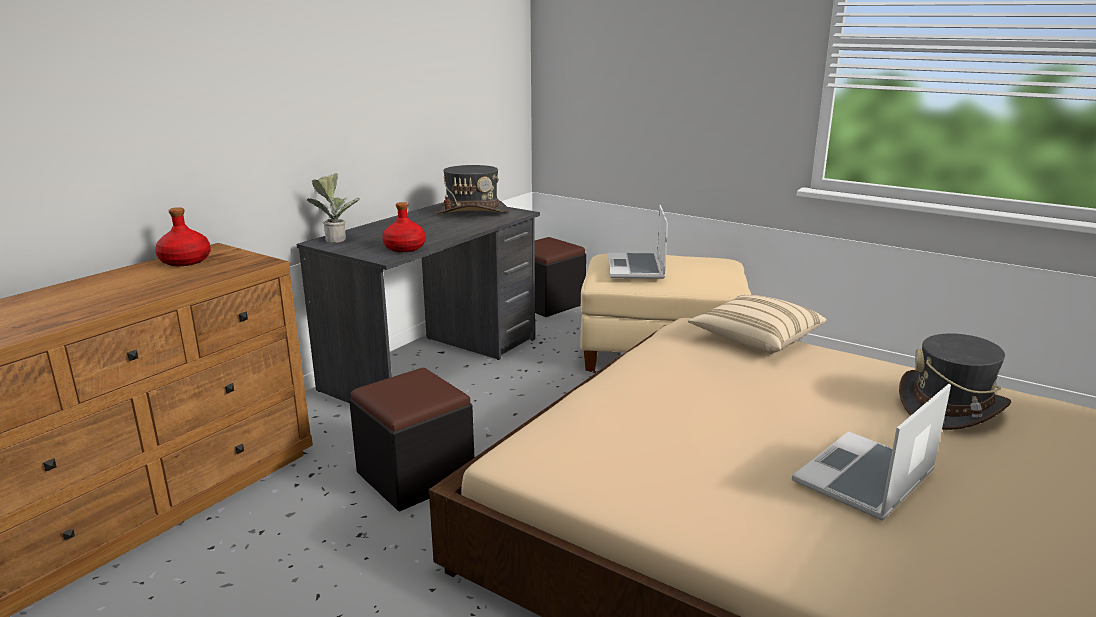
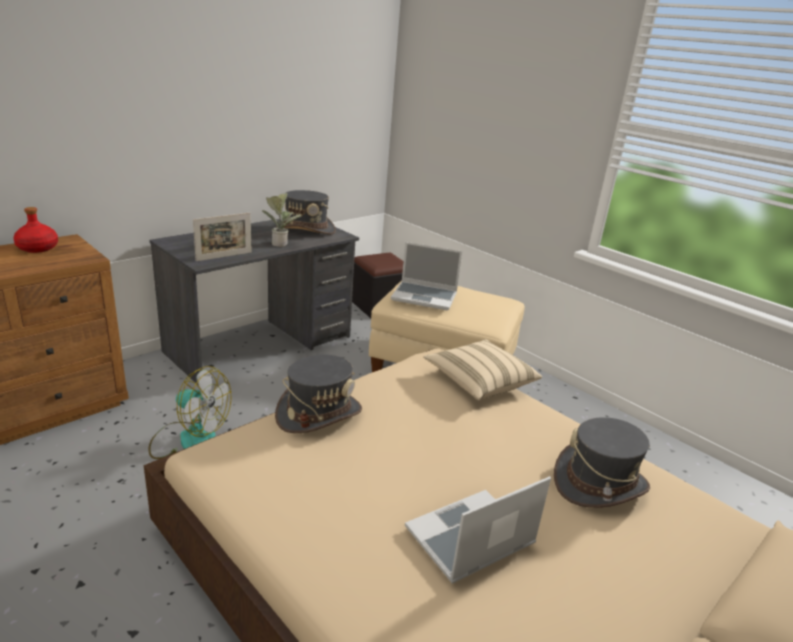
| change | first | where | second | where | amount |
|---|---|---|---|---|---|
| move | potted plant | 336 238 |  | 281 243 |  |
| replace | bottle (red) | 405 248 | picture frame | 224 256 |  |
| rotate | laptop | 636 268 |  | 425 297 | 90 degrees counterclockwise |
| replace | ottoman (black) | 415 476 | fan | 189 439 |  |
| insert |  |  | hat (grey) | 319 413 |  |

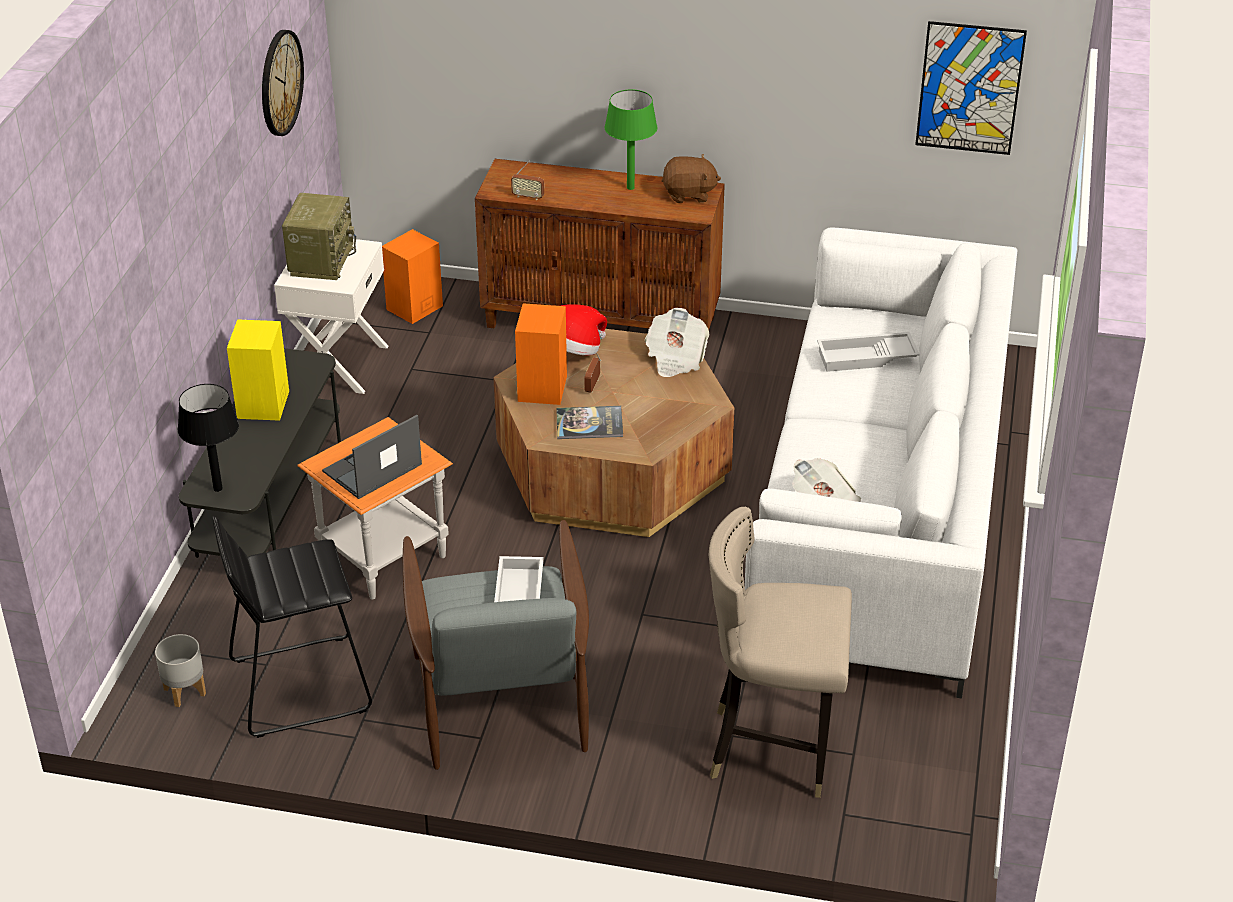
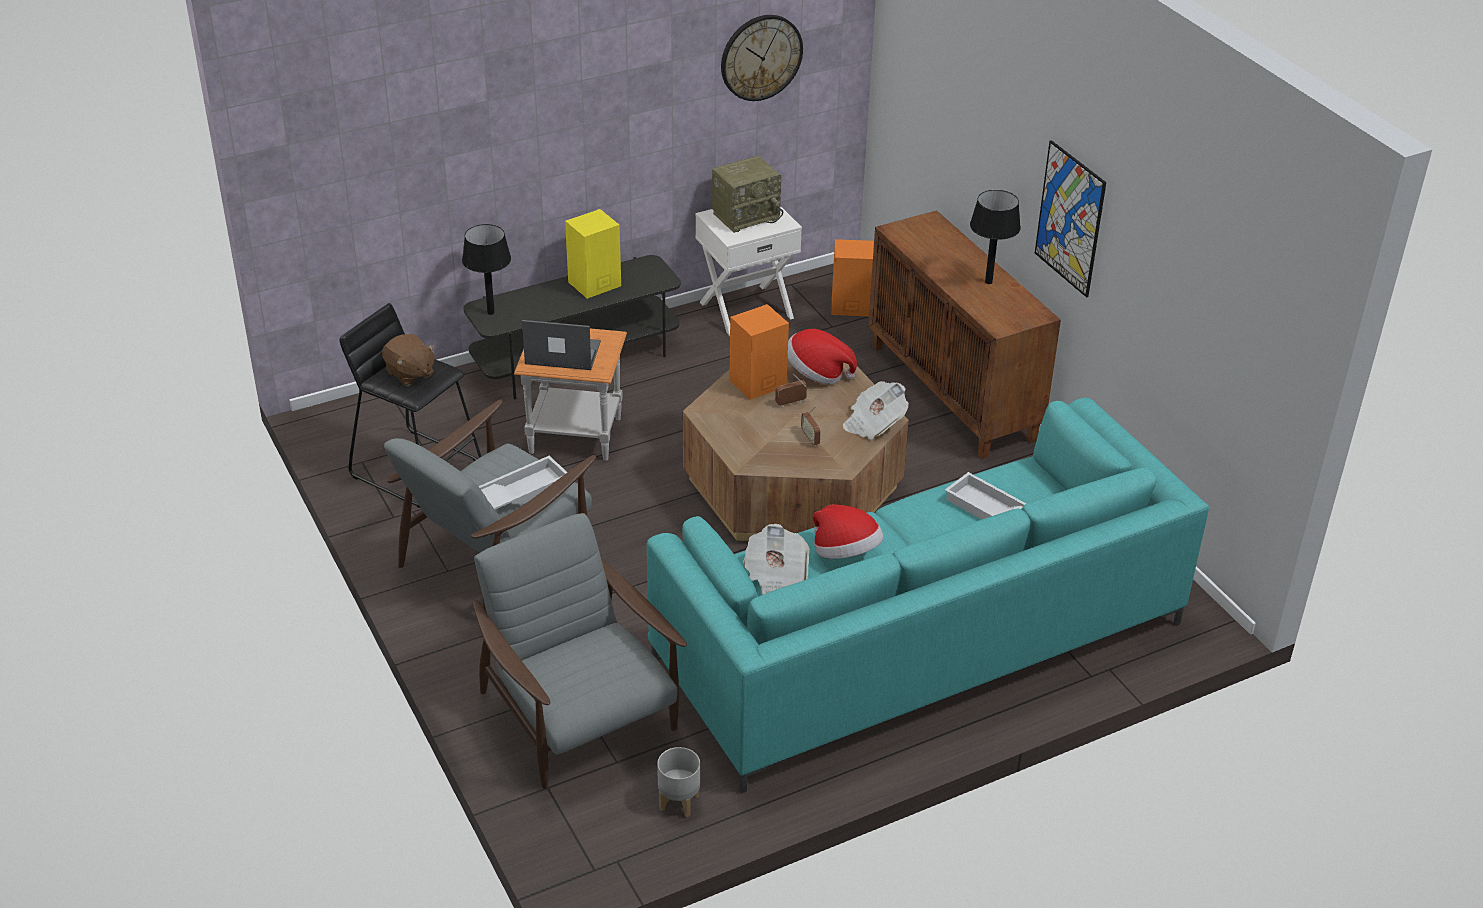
| change | first | where | second | where | amount |
|---|---|---|---|---|---|
| move | picture | 969 88 |  | 1070 218 |  |
| recolor | table lamp (green) | 631 187 | table lamp (black) | 988 282 |  |
| move | plush toy (brown) | 689 194 |  | 410 374 |  |
| move | radio | 528 196 |  | 810 438 |  |
| recolor | sofa (white) | 881 506 | sofa (turquoise) | 918 641 |  |
| delete | book | 589 424 |  |  |  |
| replace | stool (beige) | 772 748 | armchair (grey) | 579 716 |  |
| move | planter (grey) | 185 692 |  | 678 802 |  |
| insert |  |  | hat | 845 553 |  |

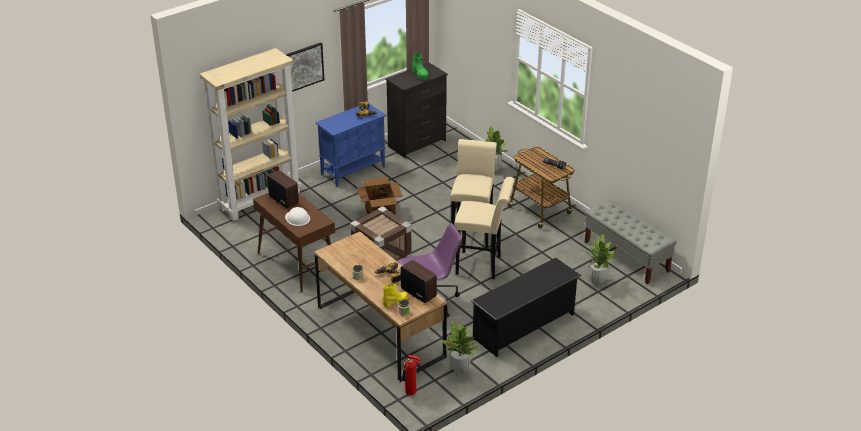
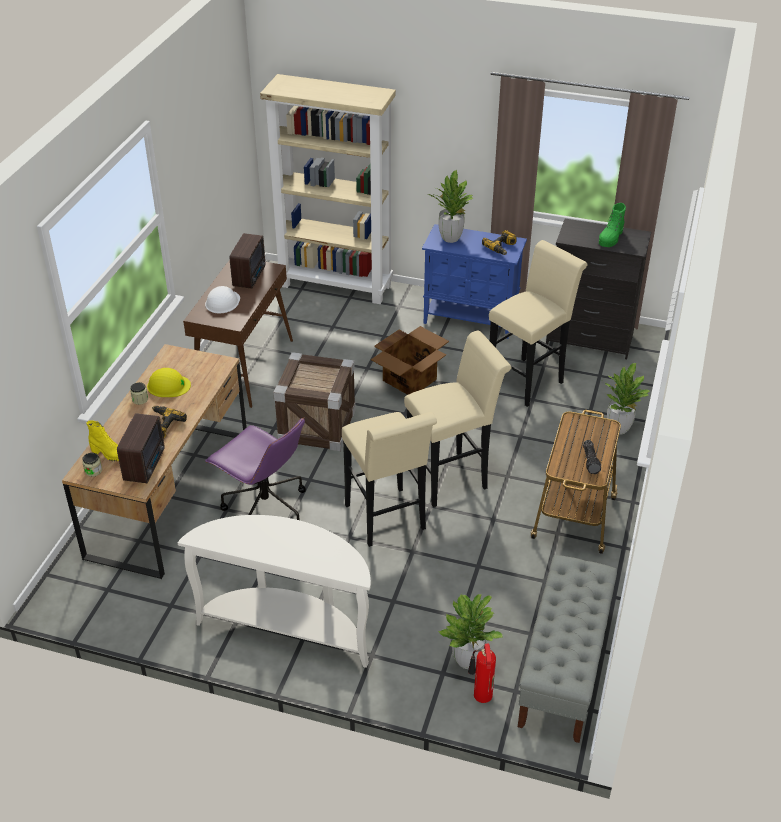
| change | first | where | second | where | amount |
|---|---|---|---|---|---|
| delete | picture | 304 66 |  |  |  |
| replace | shoe rack (black) | 524 326 | console table (white) | 289 627 |  |
| move | potted plant | 459 369 |  | 450 238 |  |
| move | fire extinguisher | 410 392 |  | 481 696 |  |
| insert |  |  | stool (beige) | 529 379 |  |
| insert |  |  | hard hat (yellow) | 168 385 |  |

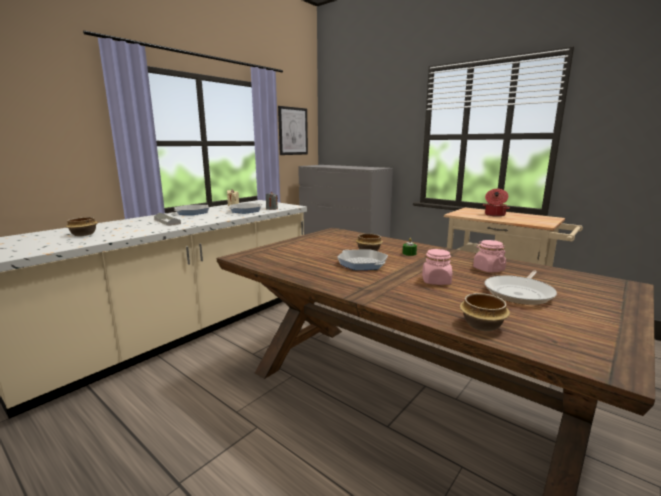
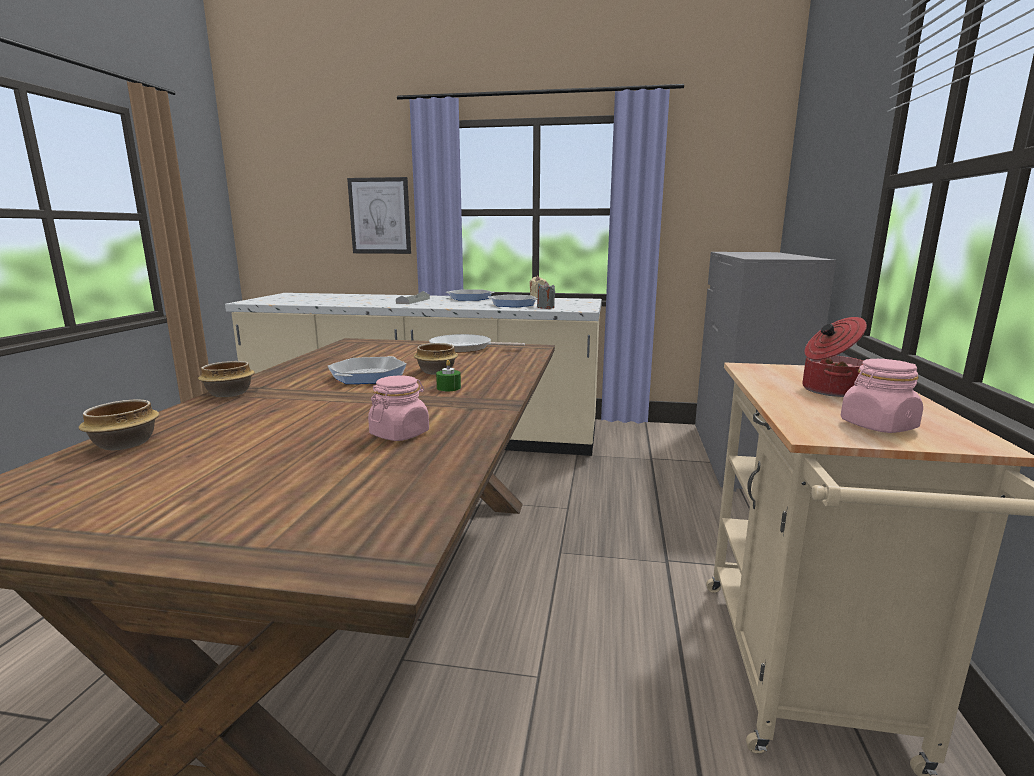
| change | first | where | second | where | amount |
|---|---|---|---|---|---|
| move | picture | 293 131 |  | 380 216 |  |
| move | bowl | 84 234 |  | 229 394 |  |
| move | jar (pink) | 436 281 |  | 877 426 |  |
| move | frying pan | 520 293 |  | 464 348 |  |

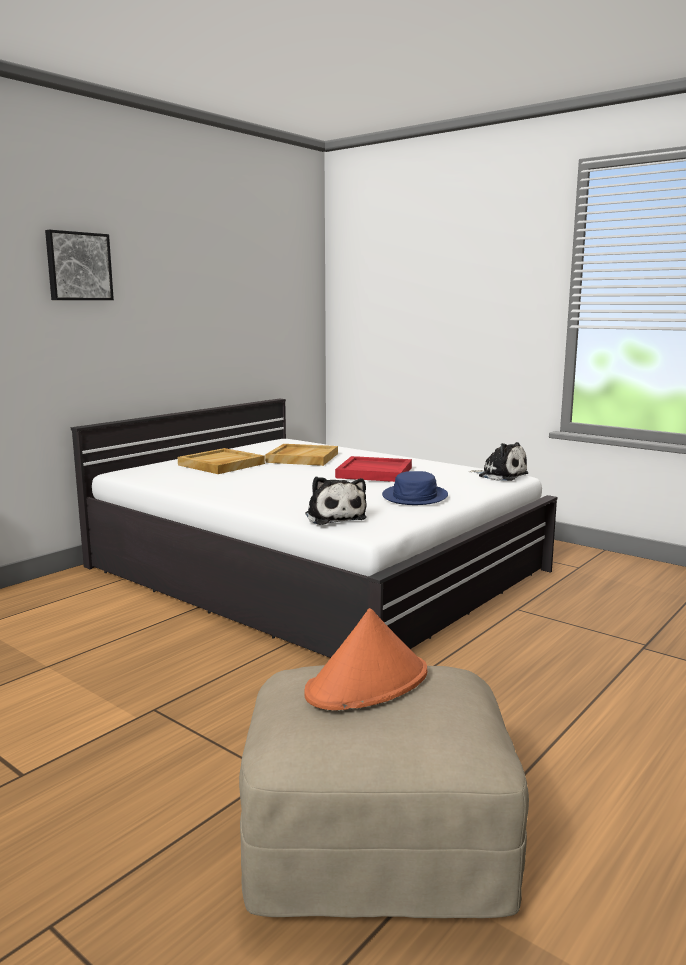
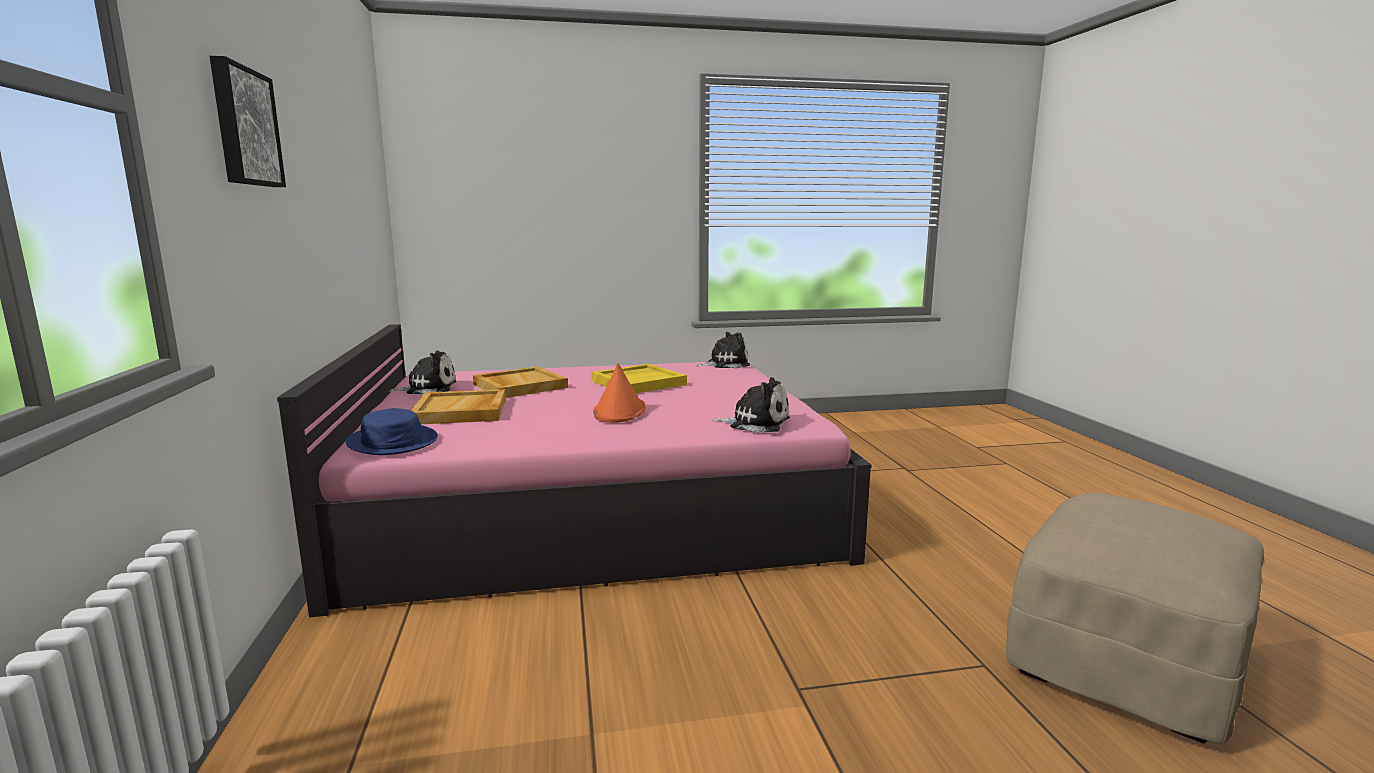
| change | first | where | second | where | amount |
|---|---|---|---|---|---|
| recolor | bed (white) | 314 569 | bed (pink) | 592 505 |  |
| recolor | tray (red) | 375 472 | tray (yellow) | 638 382 |  |
| move | hat (blue) | 415 496 |  | 393 441 |  |
| move | hat (orange) | 368 683 |  | 619 411 |  |
| insert |  |  | plush toy | 428 389 |  |

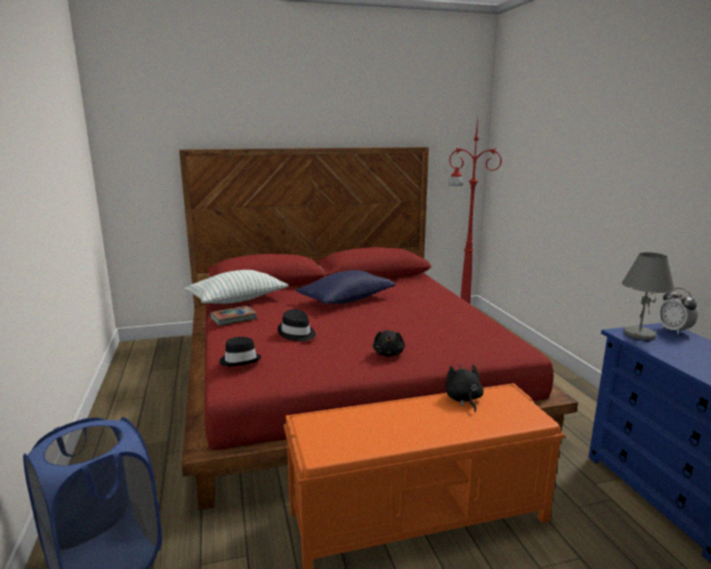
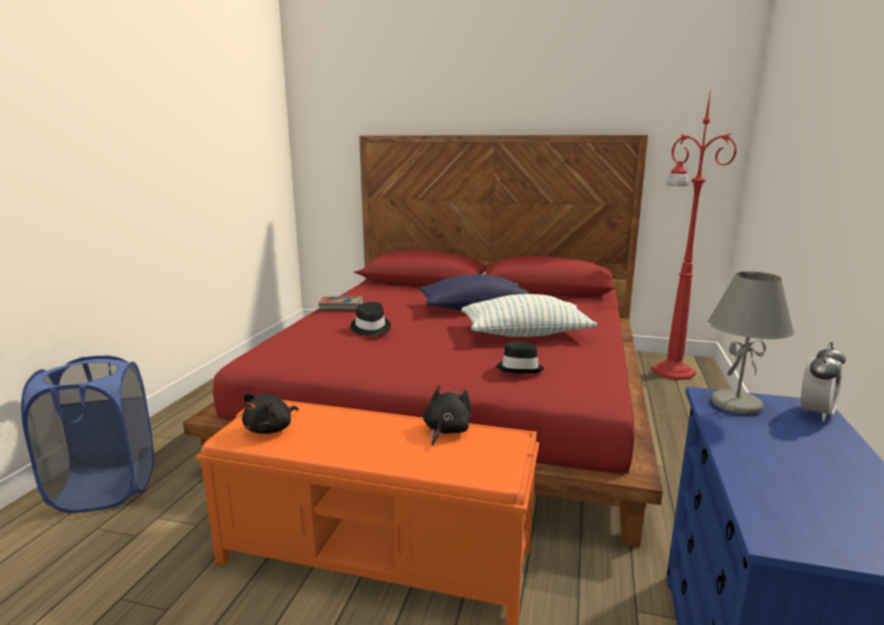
| change | first | where | second | where | amount |
|---|---|---|---|---|---|
| move | pillow | 238 300 |  | 525 334 |  |
| rotate | alarm clock | 674 330 |  | 815 413 | 150 degrees counterclockwise |
| move | plush toy (black) | 388 353 |  | 271 429 |  |
| move | hat (black) | 240 360 |  | 519 368 |  |

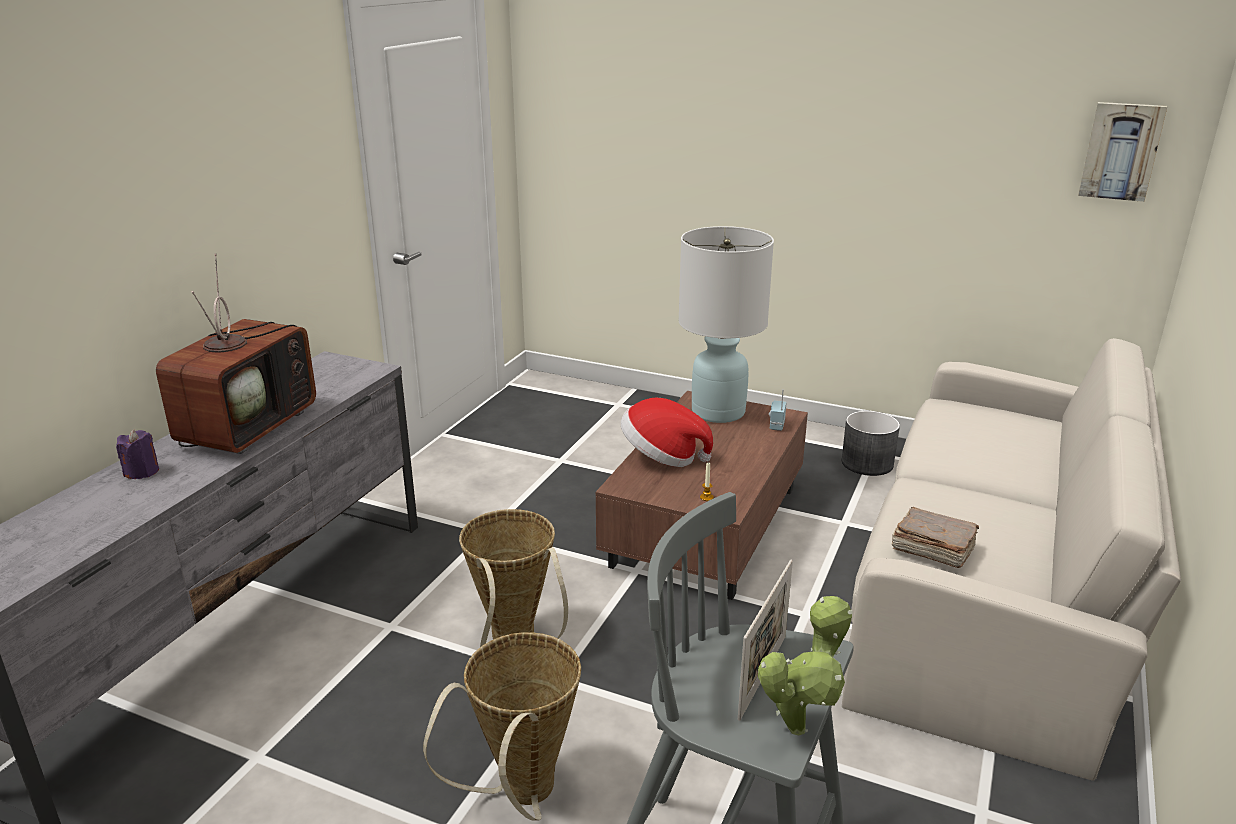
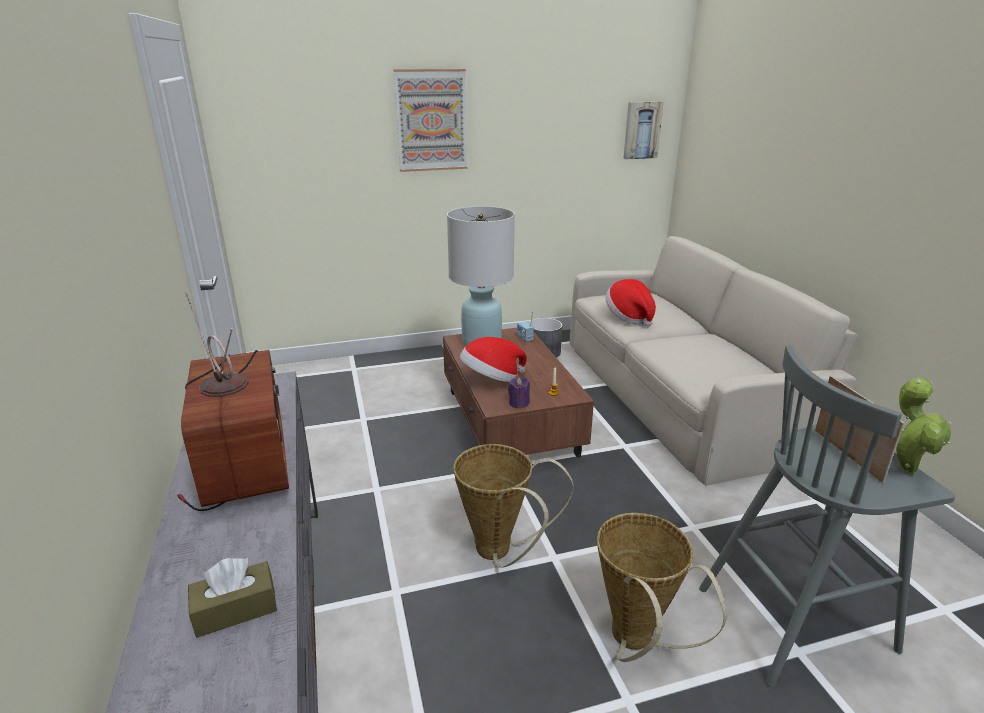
| change | first | where | second | where | amount |
|---|---|---|---|---|---|
| move | candle (purple) | 142 472 |  | 519 403 |  |
| delete | book (brown) | 931 549 |  |  |  |
| insert |  |  | picture | 431 121 |  |
| insert |  |  | hat | 629 317 |  |
| insert |  |  | tissue box (brown) | 236 610 |  |

